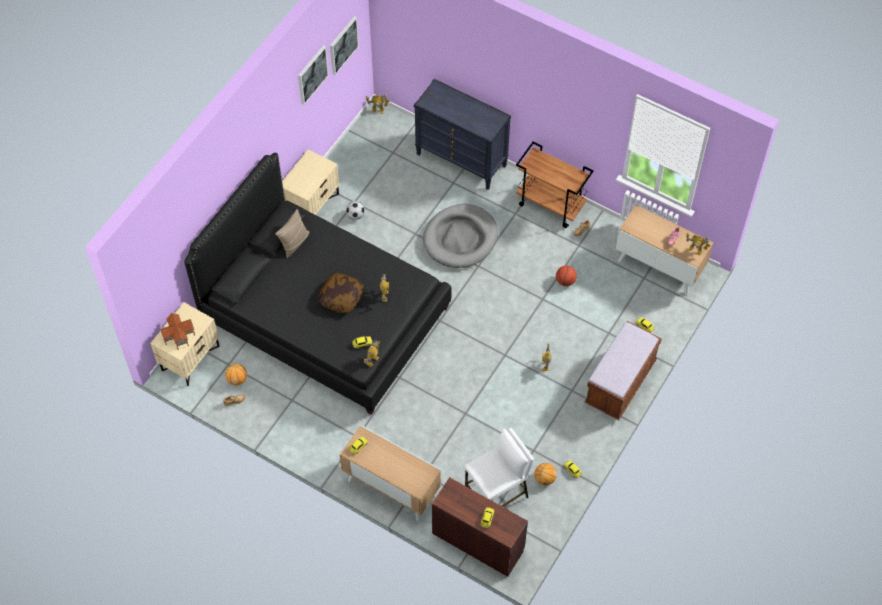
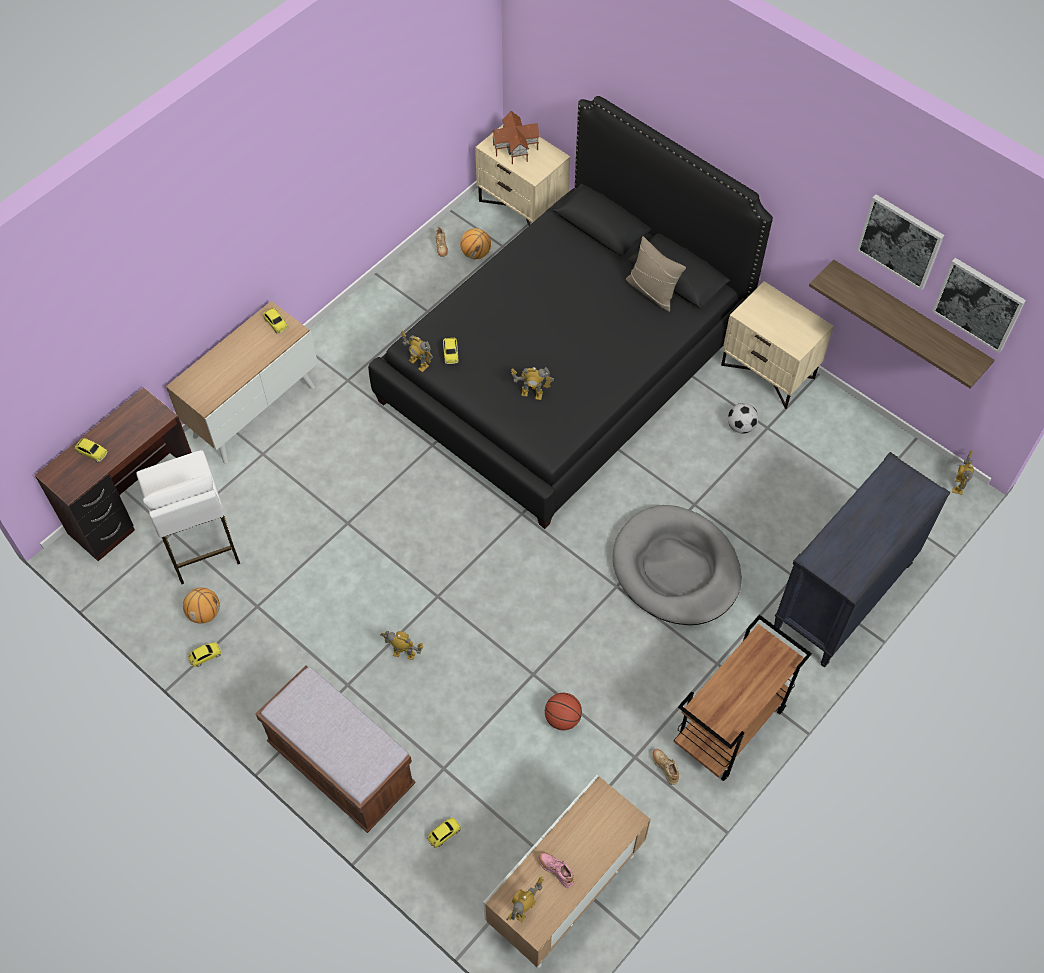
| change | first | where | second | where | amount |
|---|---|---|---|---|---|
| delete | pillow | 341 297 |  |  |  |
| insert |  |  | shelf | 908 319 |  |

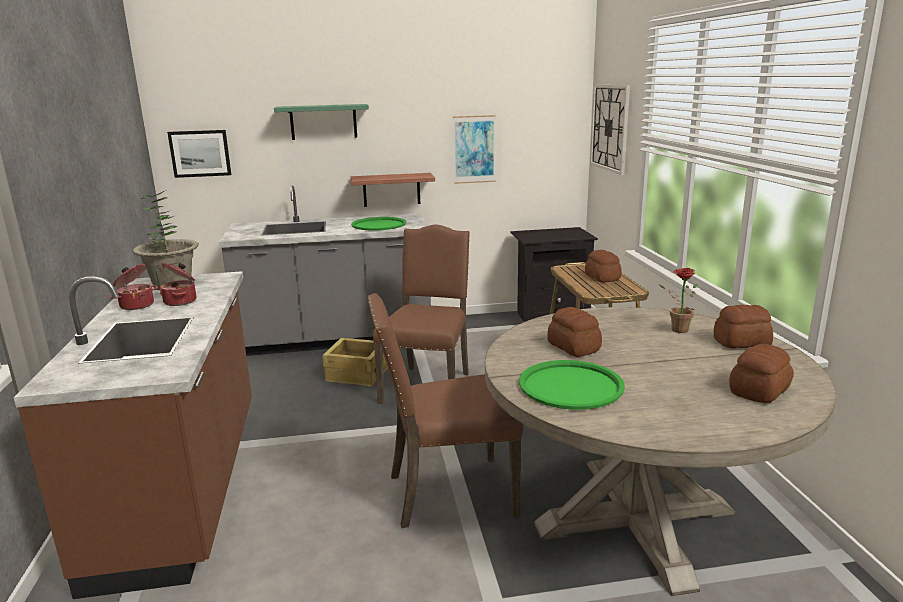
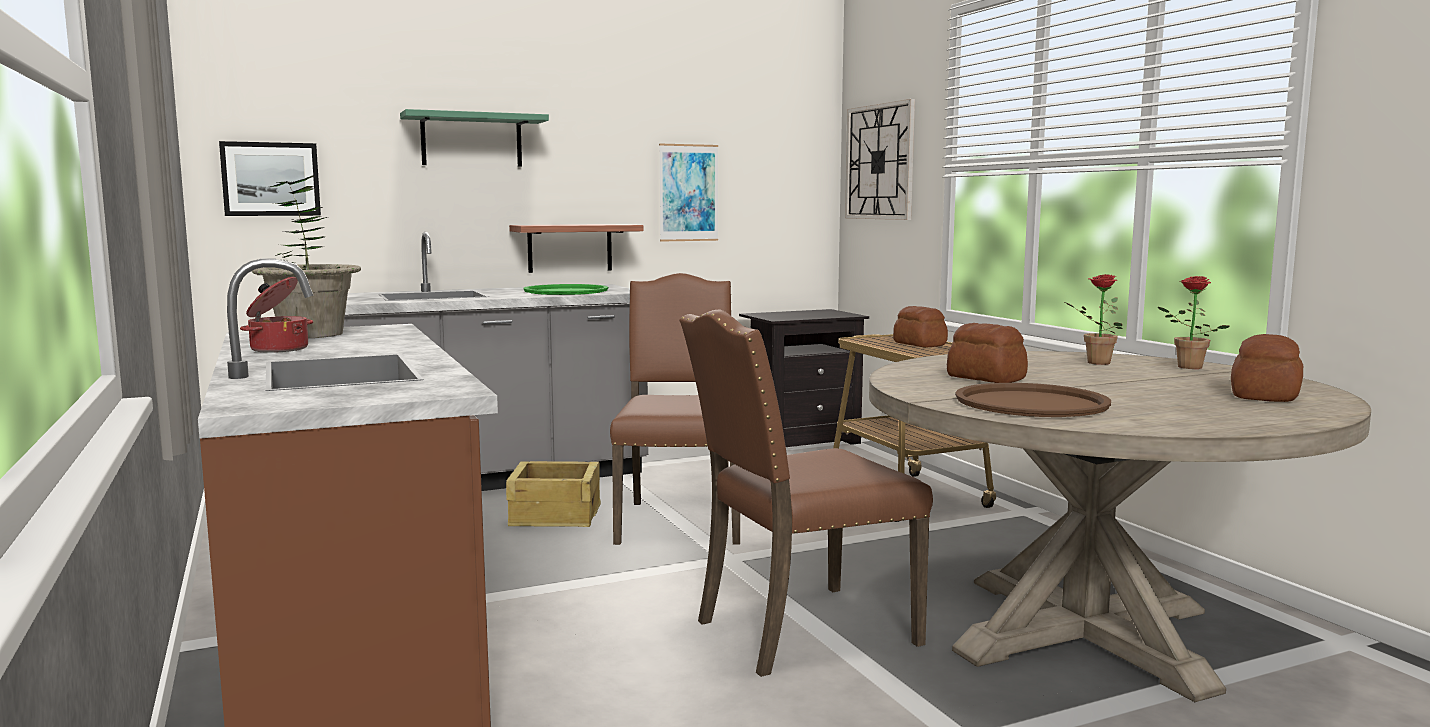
| change | first | where | second | where | amount |
|---|---|---|---|---|---|
| delete | cooking pot | 181 301 |  |  |  |
| replace | bread | 740 342 | potted plant | 1186 367 |  |
| recolor | tray (green) | 570 386 | tray (brown) | 1031 403 |  |

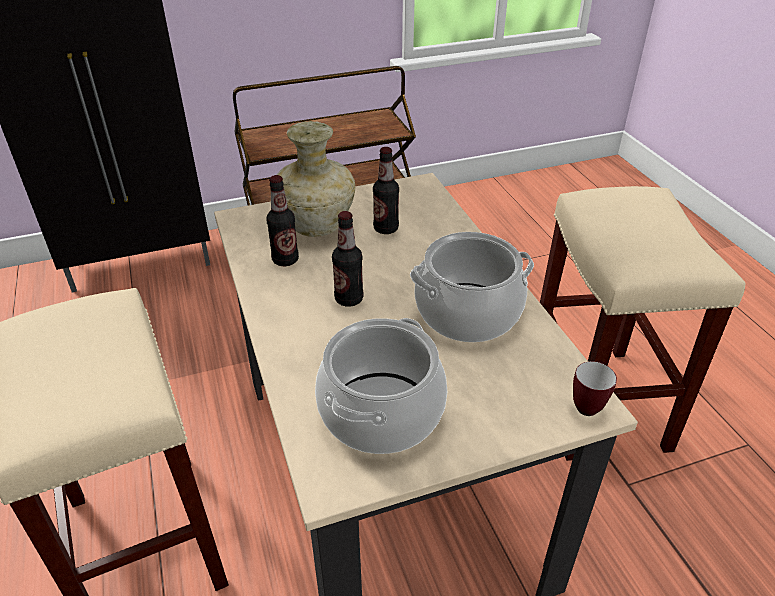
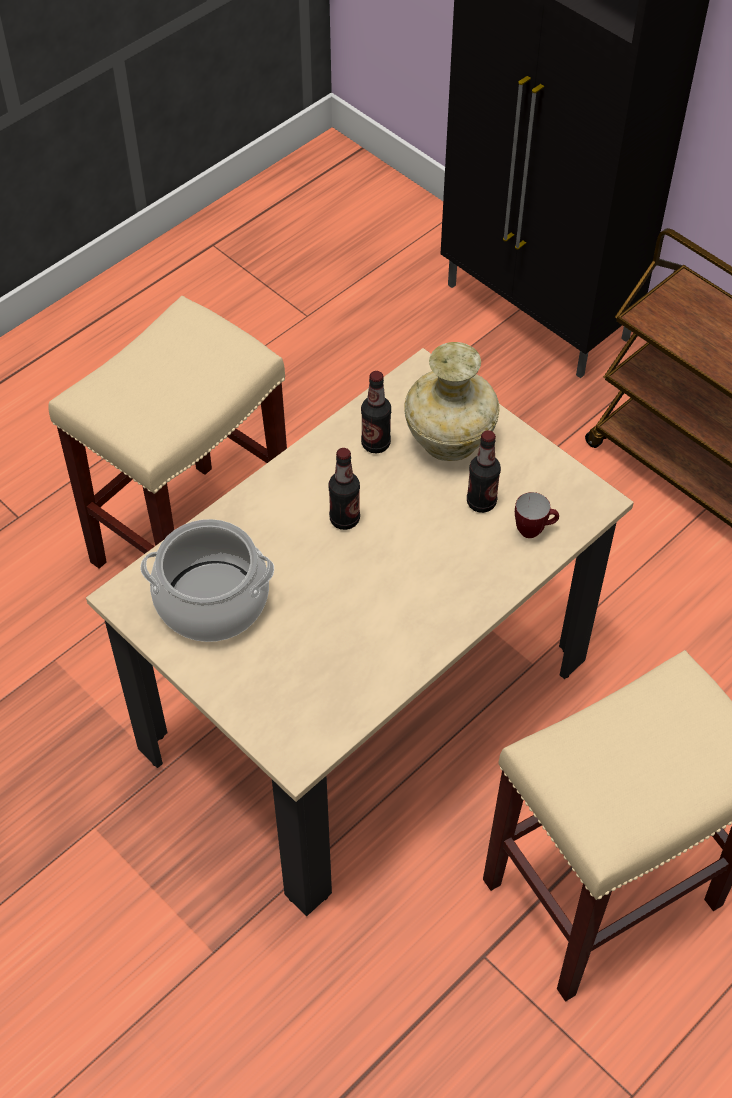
| change | first | where | second | where | amount |
|---|---|---|---|---|---|
| delete | cooking pot | 468 313 |  |  |  |
| move | mug | 586 404 |  | 534 530 |  |

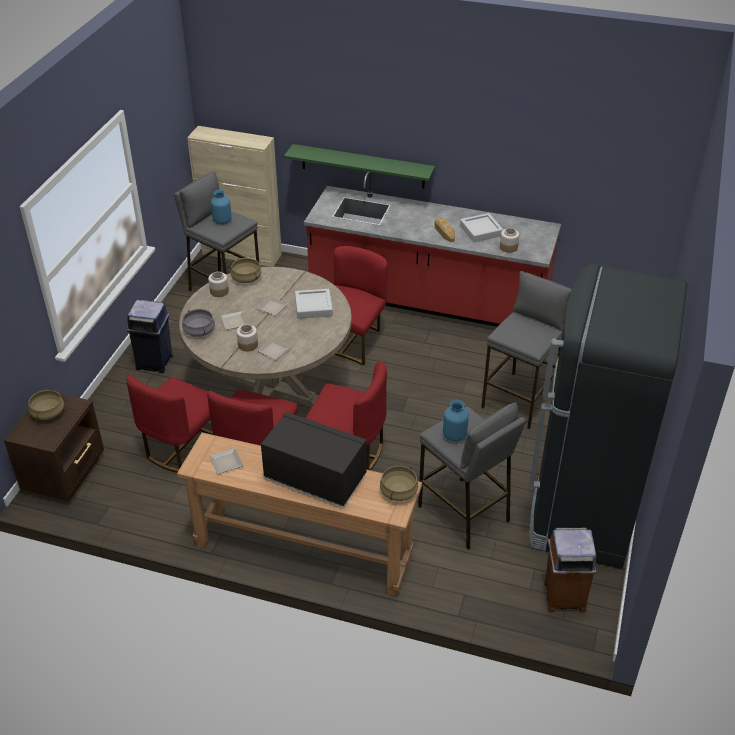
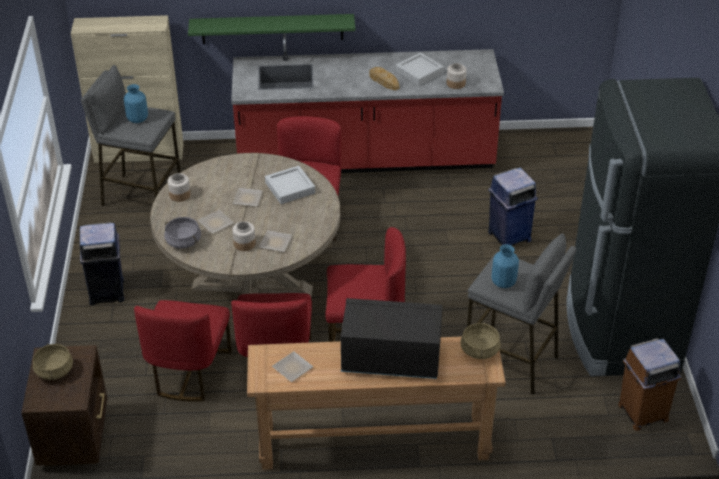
| change | first | where | second | where | amount |
|---|---|---|---|---|---|
| delete | cooking pot (beige) | 246 278 |  |  |  |
| replace | stool (grey) | 520 399 | trash can (blue) | 508 236 |  |

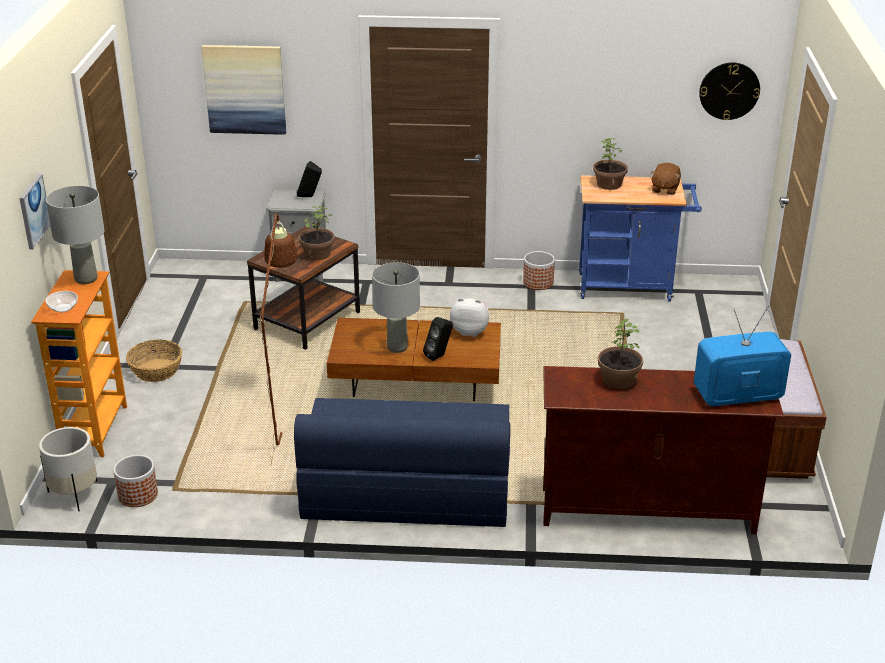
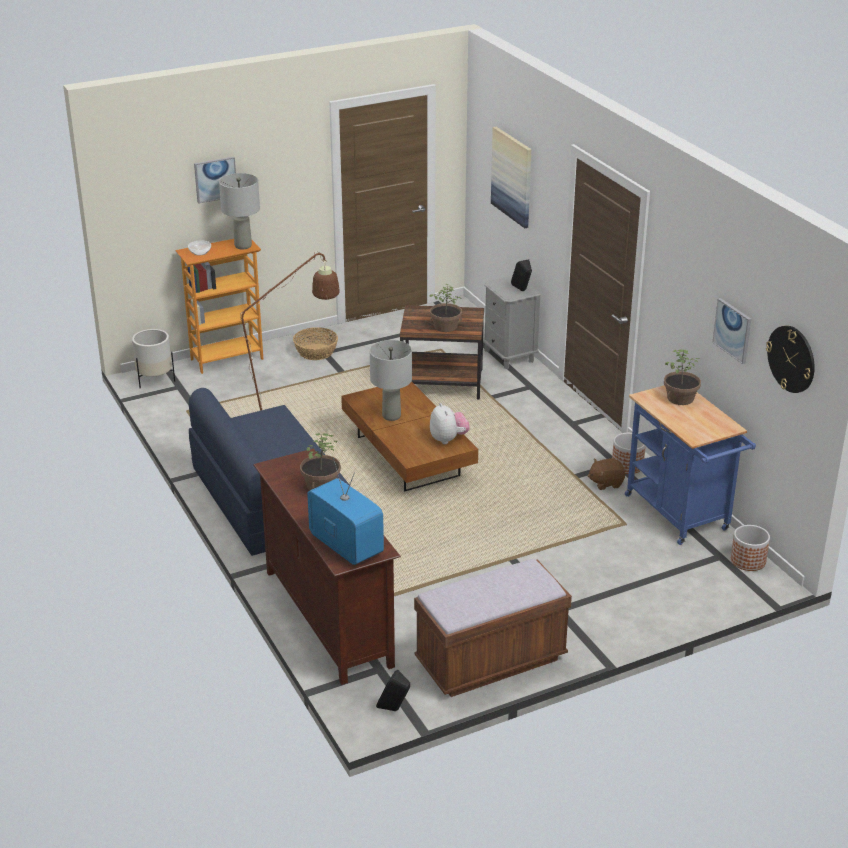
| change | first | where | second | where | amount |
|---|---|---|---|---|---|
| move | plush toy (brown) | 664 189 |  | 606 483 |  |
| move | speaker (black) | 439 356 |  | 394 710 |  |
| move | planter | 138 495 |  | 747 561 |  |
| insert |  |  | picture | 733 330 |  |

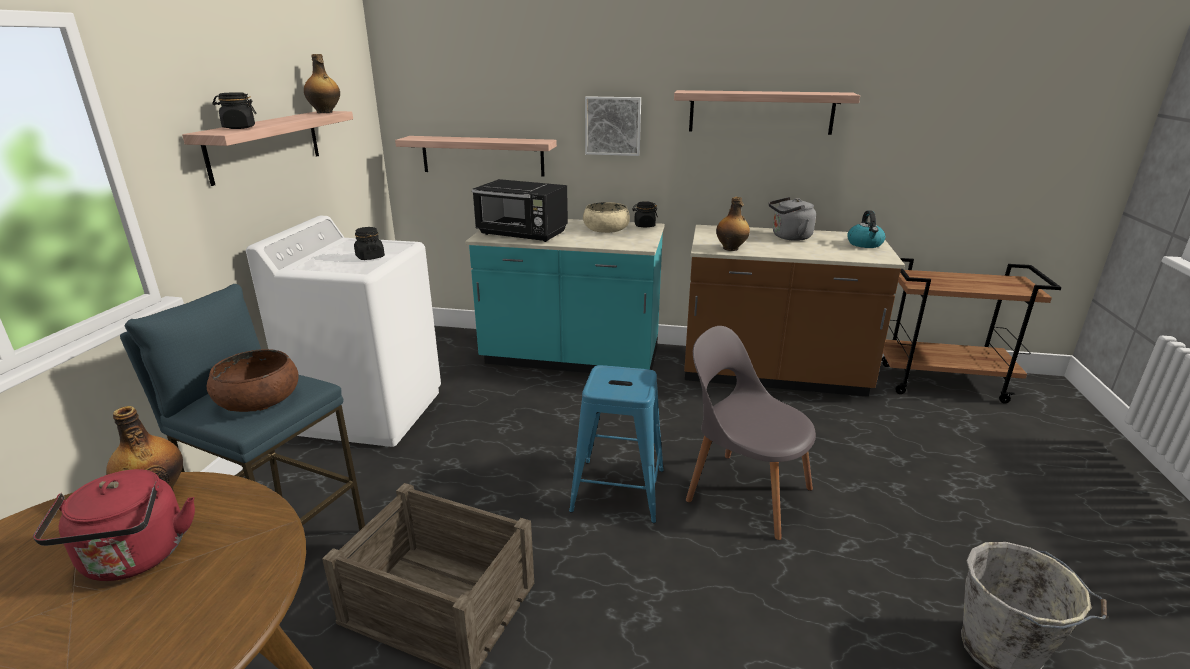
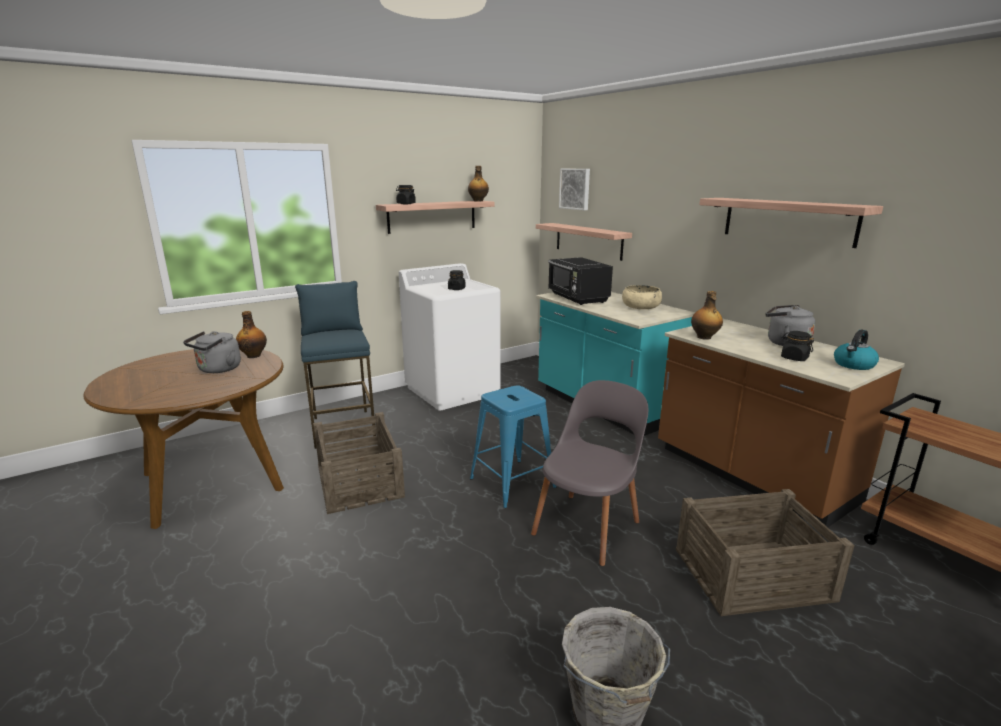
| change | first | where | second | where | amount |
|---|---|---|---|---|---|
| move | picture | 613 126 |  | 575 189 |  |
| move | jar (black) | 644 225 |  | 794 358 |  |
| rotate | chair (grey) | 744 492 |  | 588 525 | 45 degrees clockwise |
| delete | bowl (brown) | 259 398 |  |  |  |
| recolor | kettle (red) | 134 559 | kettle (grey) | 217 370 |  |
| insert |  |  | crate | 753 575 |  |

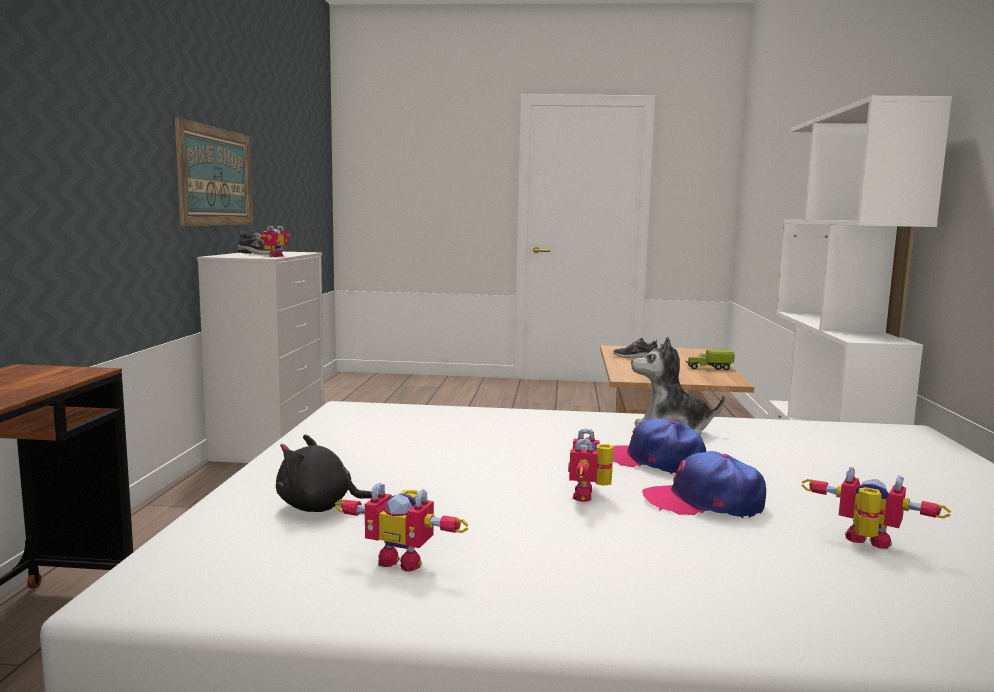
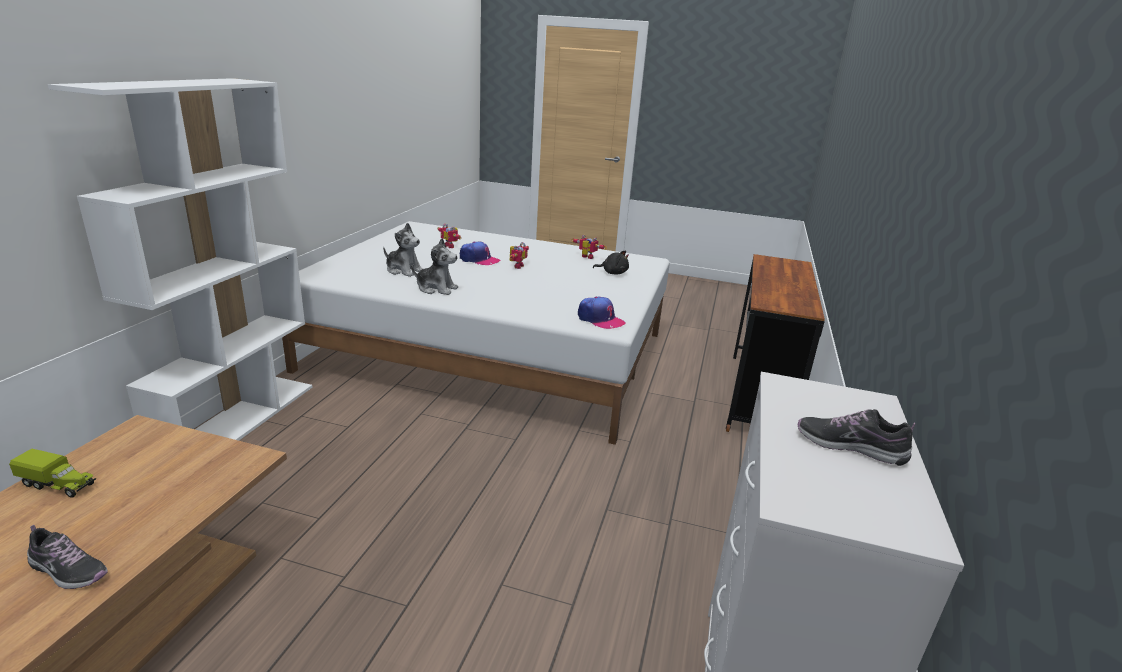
| change | first | where | second | where | amount |
|---|---|---|---|---|---|
| delete | picture | 216 177 |  |  |  |
| delete | toy robot | 273 256 |  |  |  |
| move | cap | 655 461 |  | 600 319 |  |
| insert |  |  | plush toy | 404 270 |  |

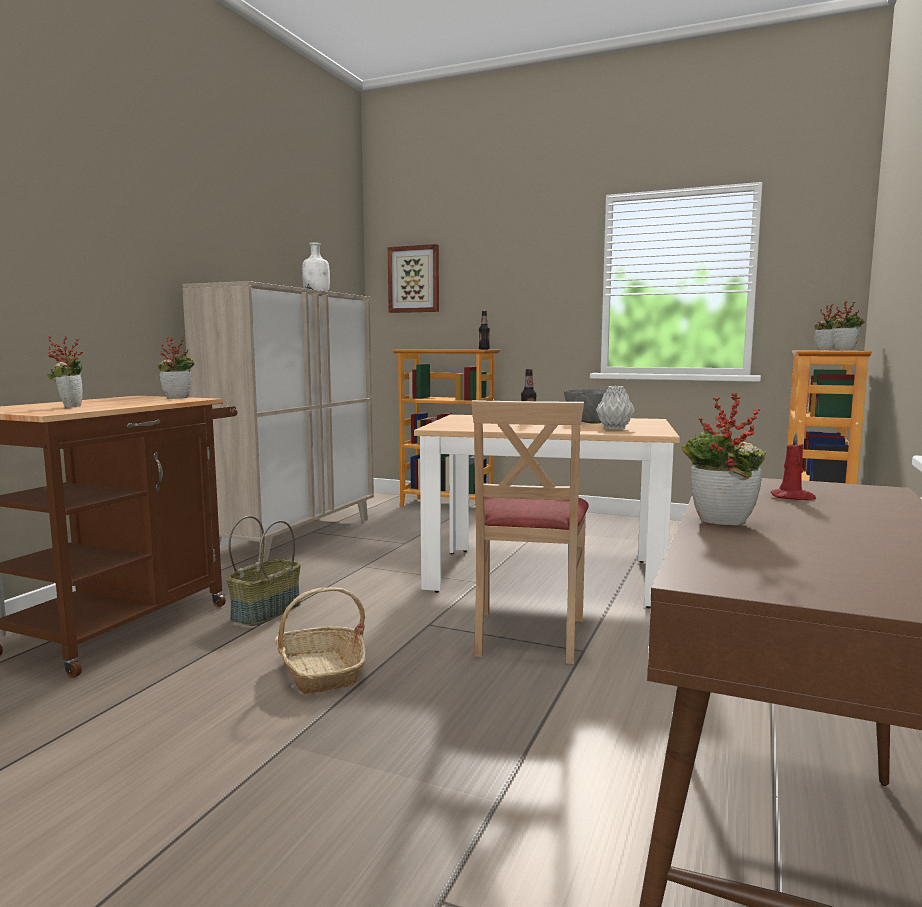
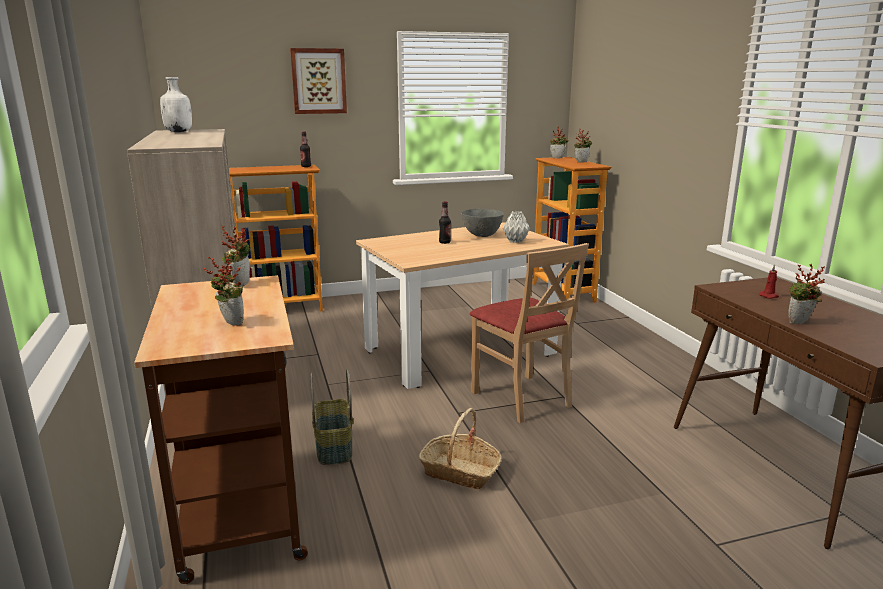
| change | first | where | second | where | amount |
|---|---|---|---|---|---|
| move | picture | 414 279 |  | 318 81 |  |

